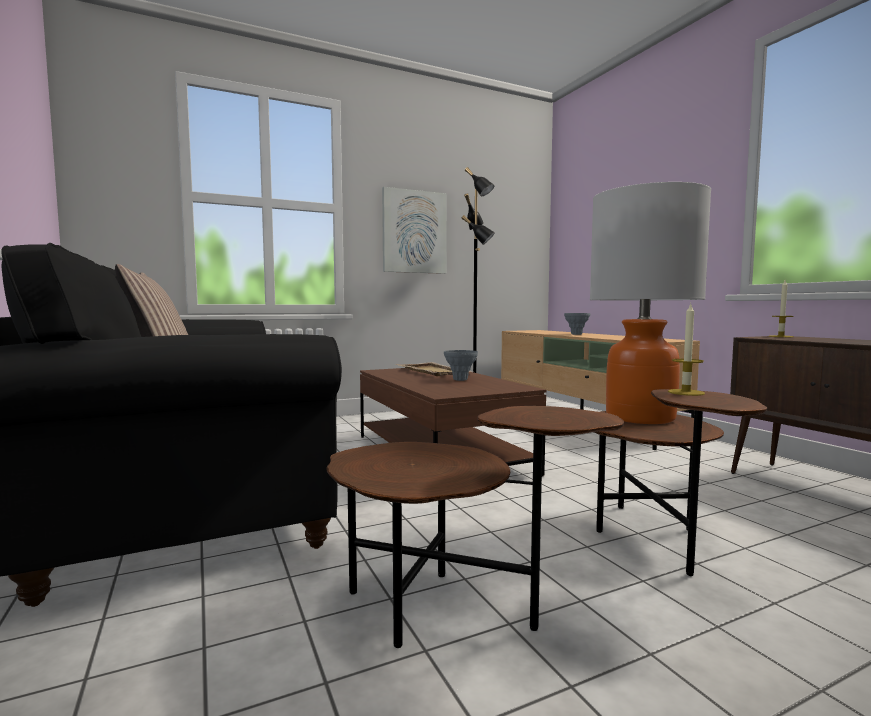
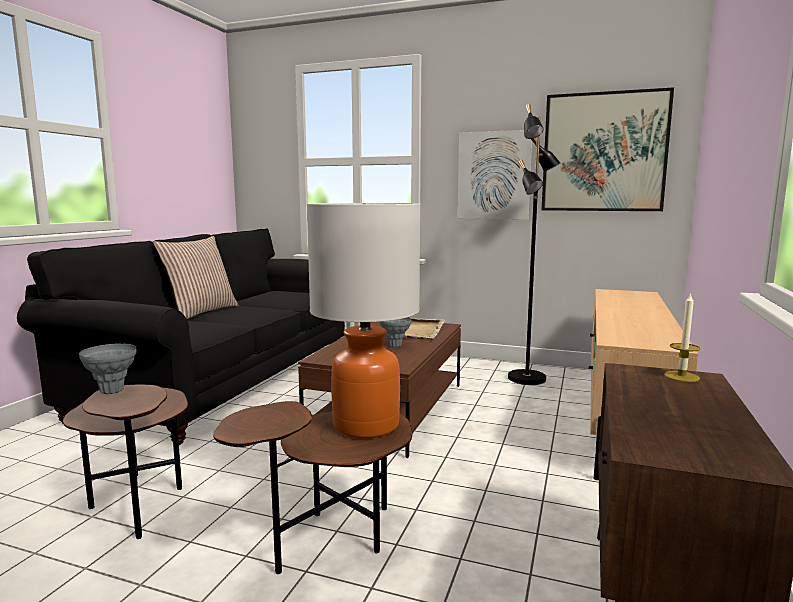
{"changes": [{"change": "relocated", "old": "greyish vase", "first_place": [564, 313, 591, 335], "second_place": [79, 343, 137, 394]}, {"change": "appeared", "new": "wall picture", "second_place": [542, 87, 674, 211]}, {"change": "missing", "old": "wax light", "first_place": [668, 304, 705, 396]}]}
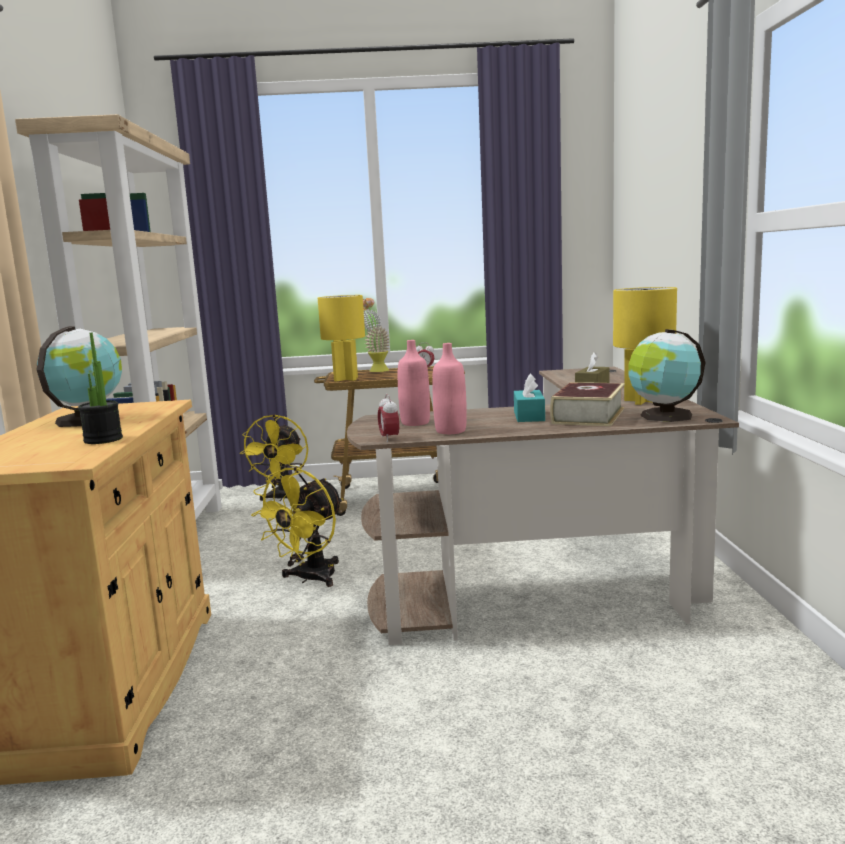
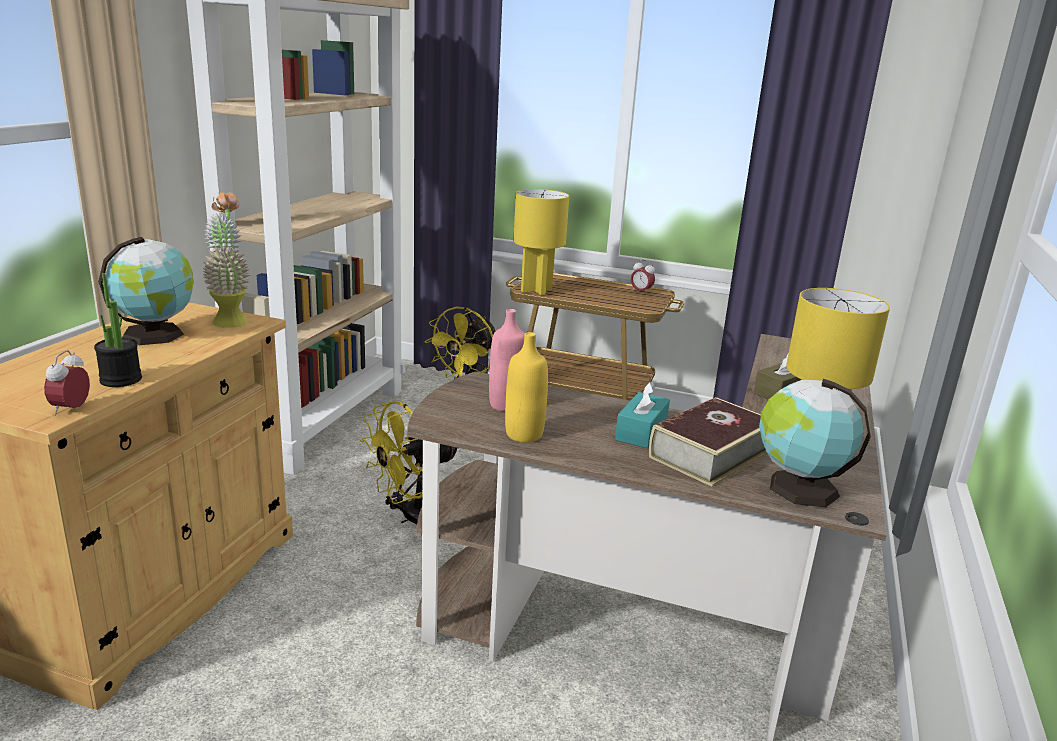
{"changes": [{"change": "relocated", "old": "table clock", "first_place": [378, 394, 399, 442], "second_place": [44, 350, 90, 416]}, {"change": "relocated", "old": "plant in a pot", "first_place": [363, 298, 389, 372], "second_place": [202, 192, 250, 328]}, {"change": "colour", "old": "pinkish beverage bottle", "new": "yellowish beverage bottle", "first_place": [432, 343, 467, 434], "second_place": [505, 332, 548, 443]}]}
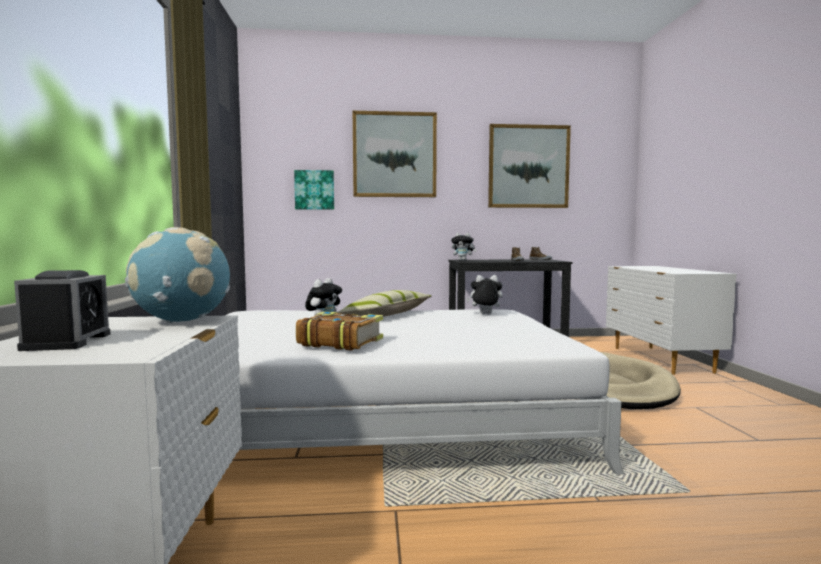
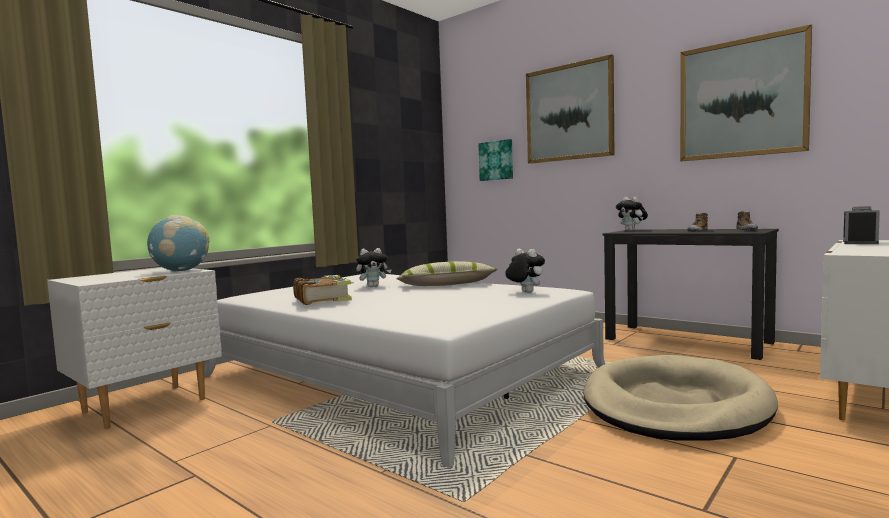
{"changes": [{"change": "relocated", "old": "table clock", "first_place": [14, 270, 110, 351], "second_place": [843, 206, 880, 244]}]}
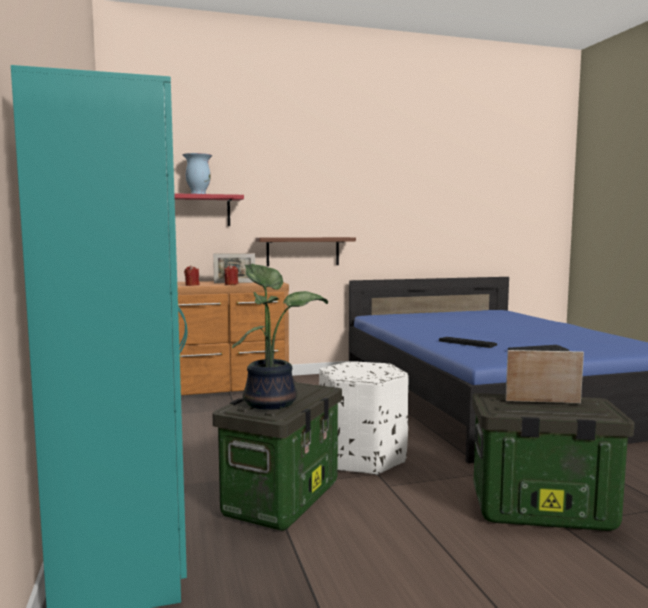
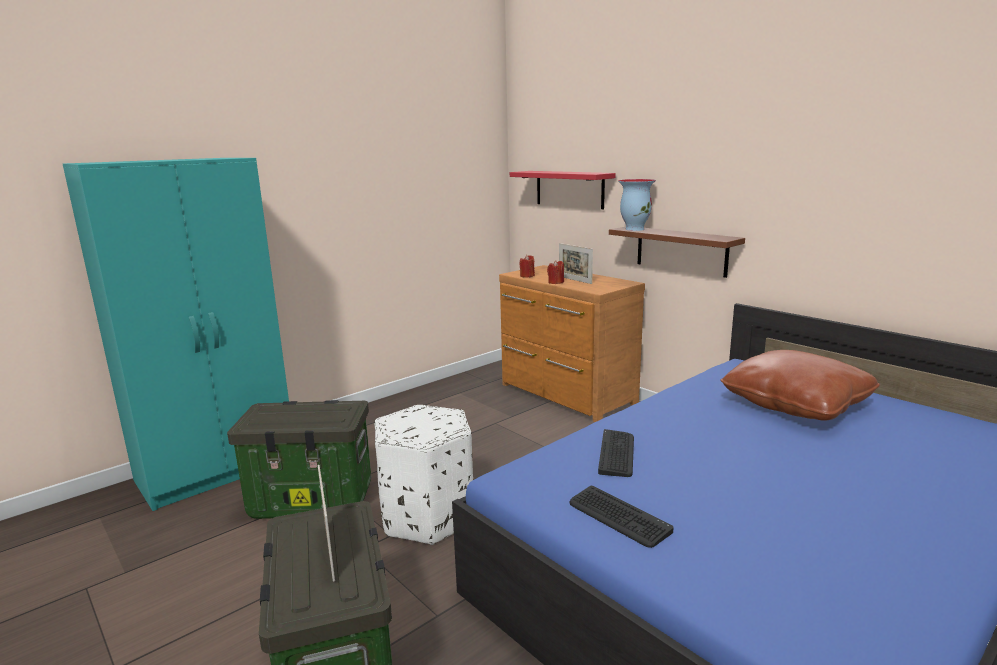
{"changes": [{"change": "relocated", "old": "vase", "first_place": [183, 153, 212, 194], "second_place": [618, 179, 656, 231]}, {"change": "appeared", "new": "brown pillow", "second_place": [720, 350, 880, 421]}, {"change": "missing", "old": "plant in a pot", "first_place": [232, 264, 328, 410]}]}
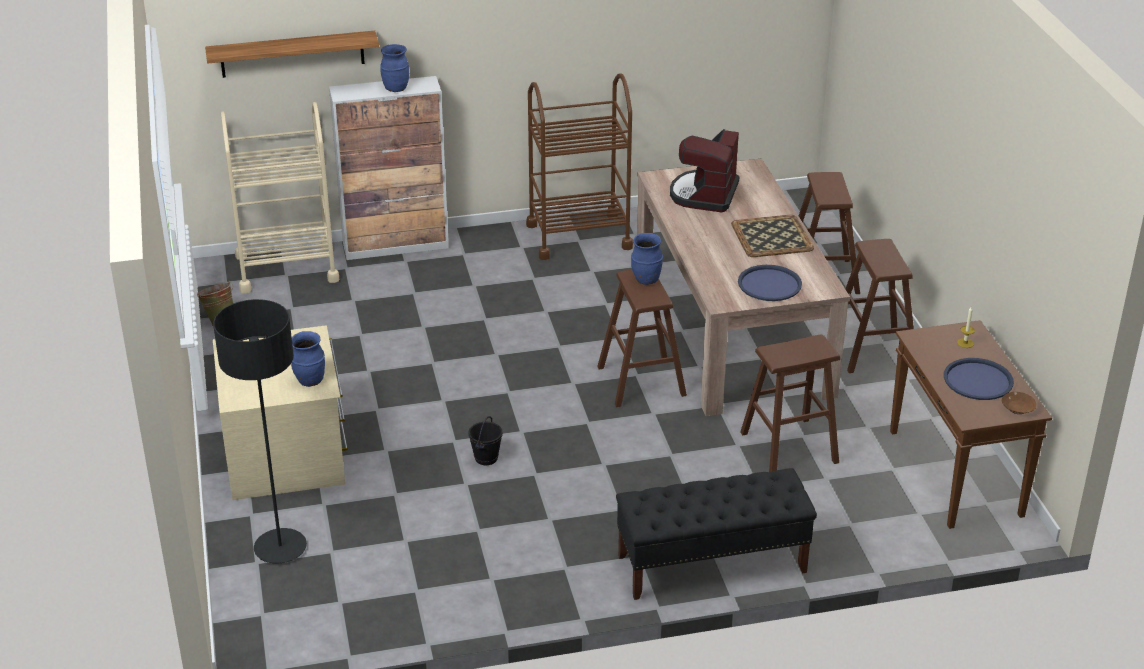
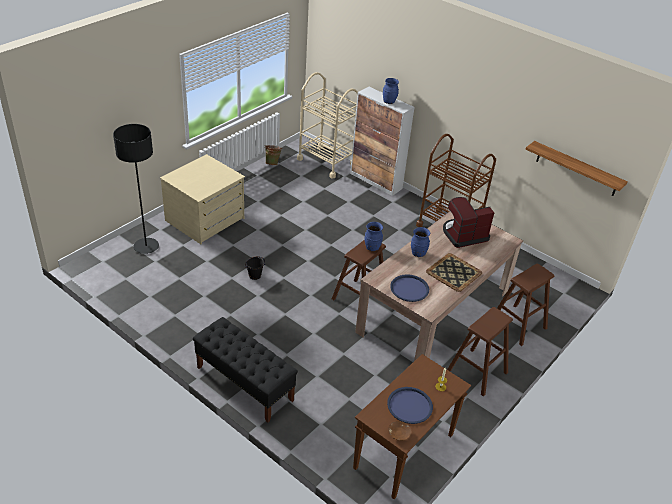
{"changes": [{"change": "relocated", "old": "blue vase", "first_place": [291, 331, 325, 387], "second_place": [411, 227, 430, 257]}, {"change": "relocated", "old": "wall shelf", "first_place": [205, 31, 379, 78], "second_place": [525, 141, 628, 196]}, {"change": "missing", "old": "brown sitting stool", "first_place": [740, 335, 840, 472]}]}
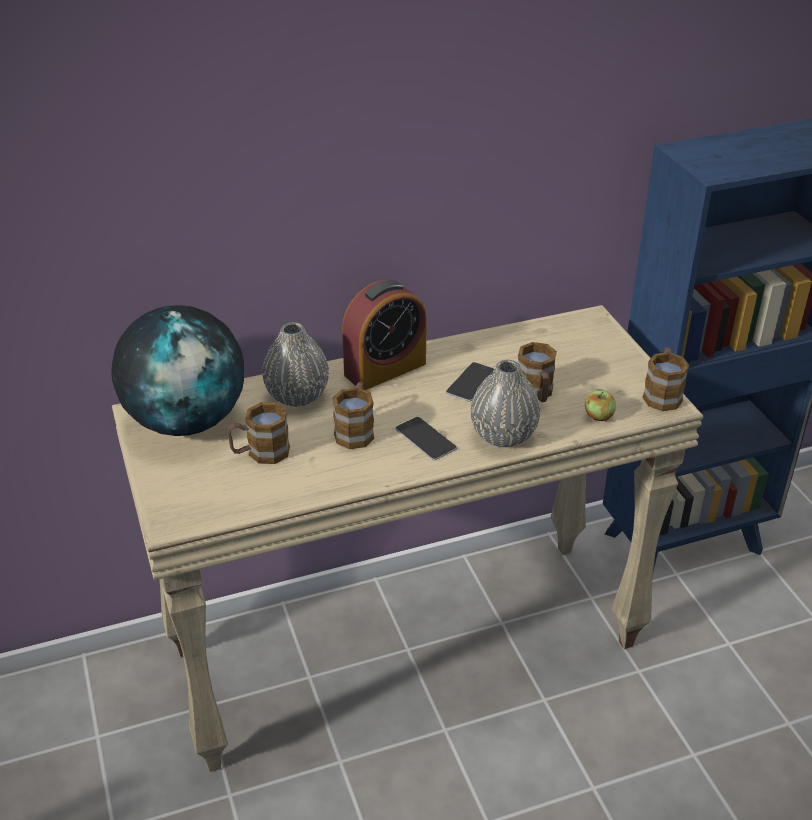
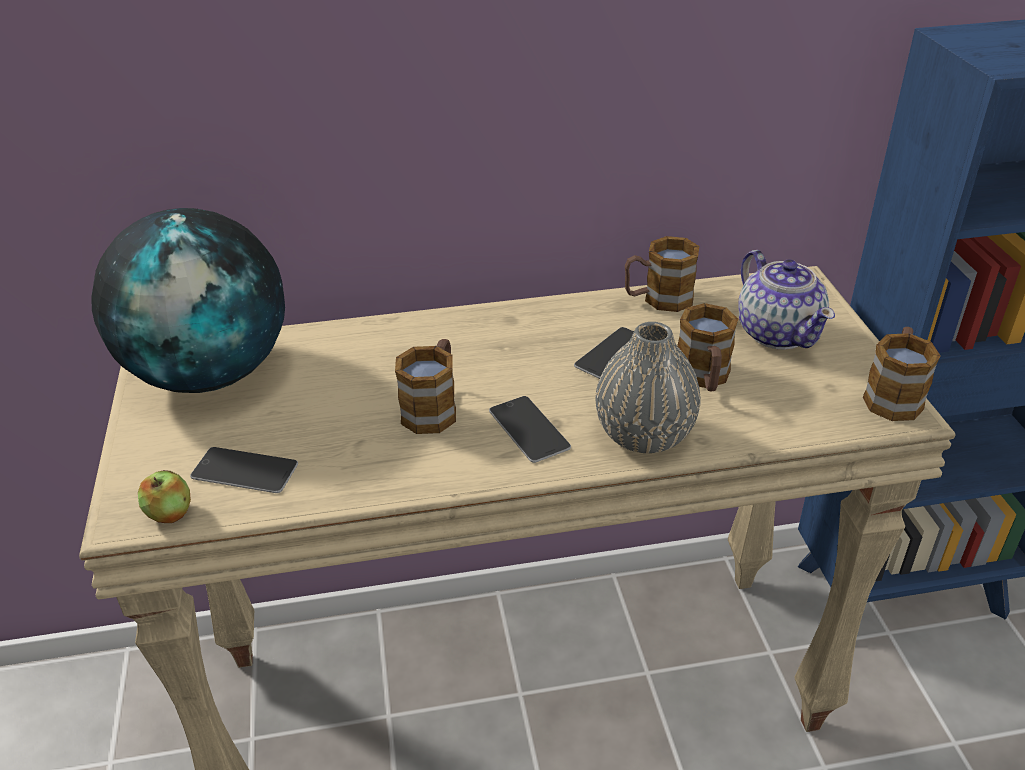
{"changes": [{"change": "relocated", "old": "apple", "first_place": [585, 389, 616, 421], "second_place": [138, 470, 191, 523]}, {"change": "appeared", "new": "phone", "second_place": [190, 447, 298, 493]}, {"change": "relocated", "old": "mug", "first_place": [227, 402, 290, 464], "second_place": [625, 236, 699, 312]}, {"change": "appeared", "new": "teapot", "second_place": [738, 250, 835, 350]}, {"change": "missing", "old": "greyish vase", "first_place": [262, 322, 329, 407]}, {"change": "missing", "old": "table clock", "first_place": [342, 280, 427, 390]}]}
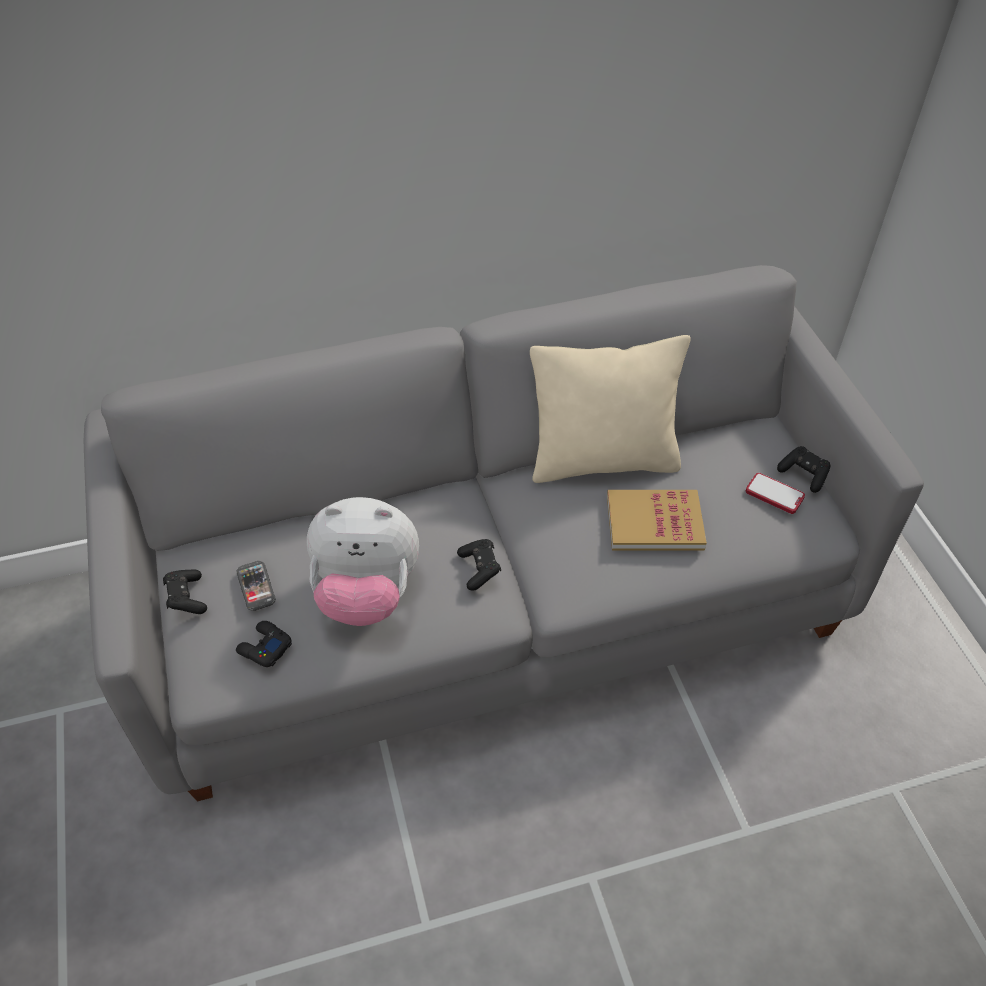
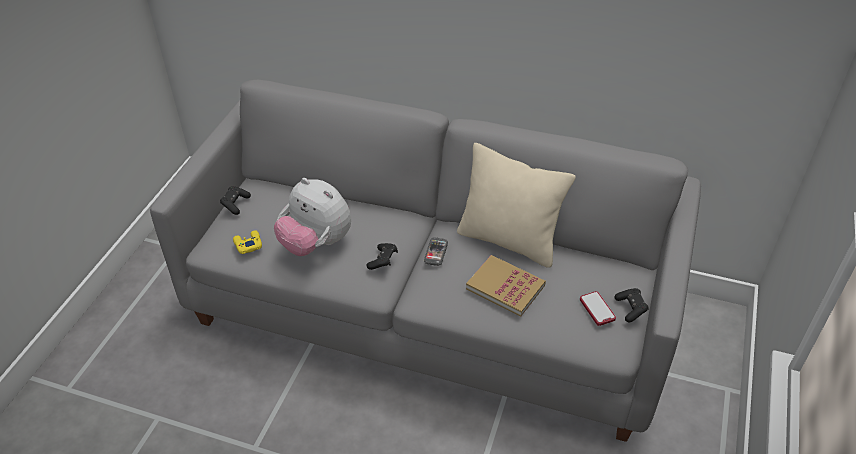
{"changes": [{"change": "colour", "old": "blackish gamepad", "new": "yellowish gamepad", "first_place": [236, 621, 292, 667], "second_place": [233, 230, 262, 254]}, {"change": "relocated", "old": "phone", "first_place": [236, 561, 276, 611], "second_place": [424, 237, 448, 266]}]}
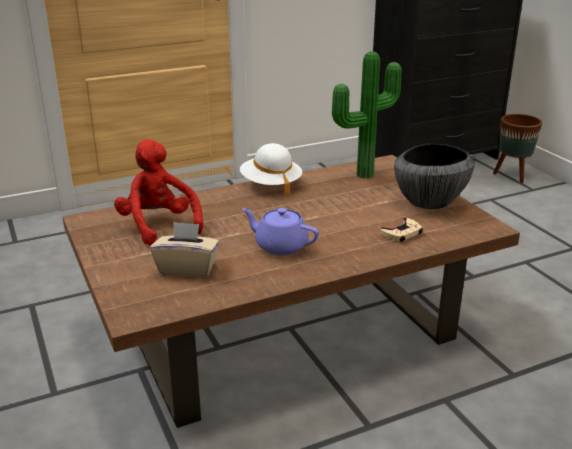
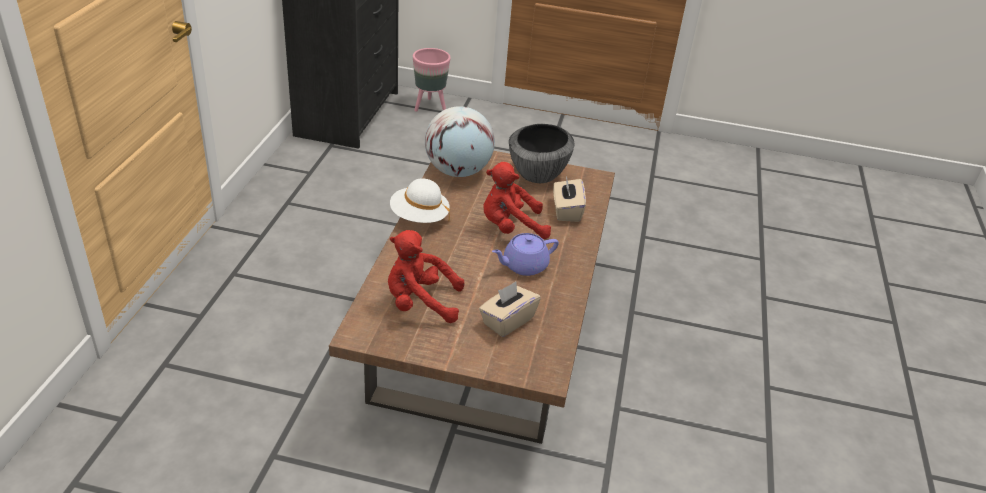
{"changes": [{"change": "colour", "old": "brown planter", "new": "pinkish planter", "first_place": [493, 114, 542, 183], "second_place": [413, 48, 451, 112]}, {"change": "exchanged", "old": "plant in a pot", "new": "world globe", "first_place": [332, 51, 402, 179], "second_place": [425, 106, 495, 177]}, {"change": "appeared", "new": "red-coloured soft toy", "second_place": [483, 162, 551, 239]}, {"change": "exchanged", "old": "sand-coloured gamepad", "new": "sand-coloured tissue holder", "first_place": [380, 218, 423, 242], "second_place": [553, 175, 586, 222]}]}
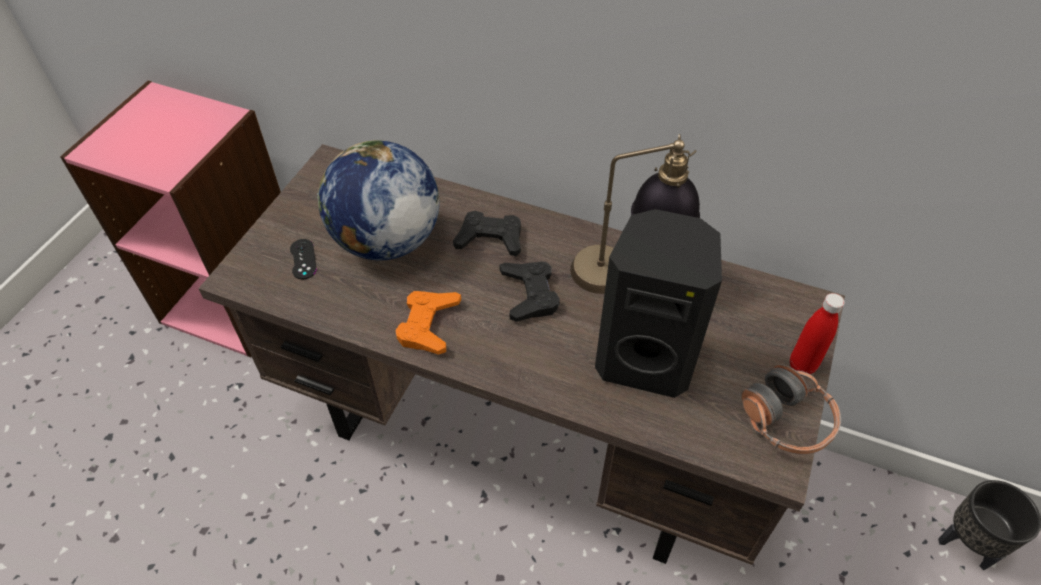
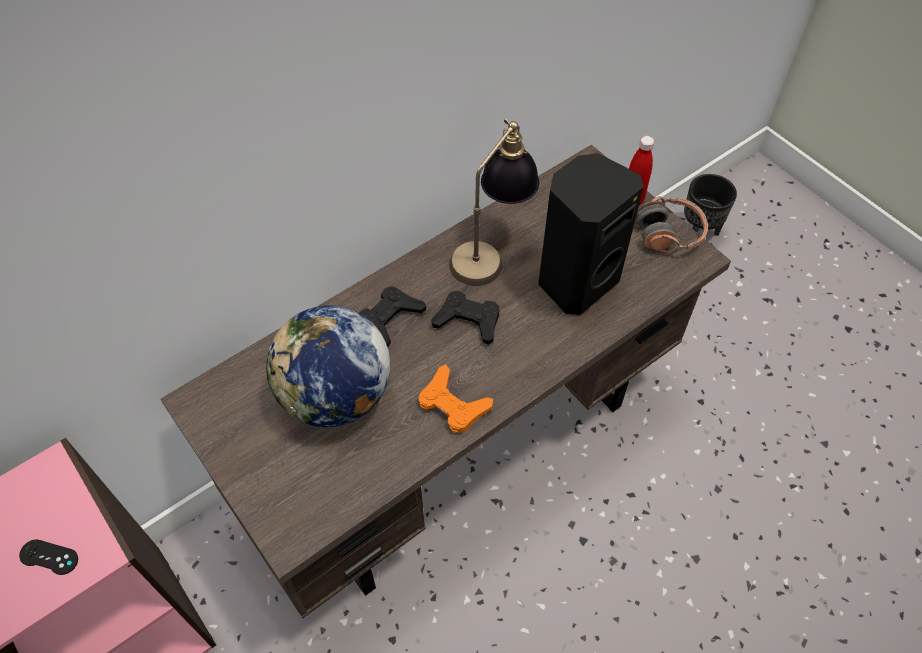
{"changes": [{"change": "relocated", "old": "blackish gamepad", "first_place": [290, 239, 317, 280], "second_place": [19, 539, 78, 575]}]}
